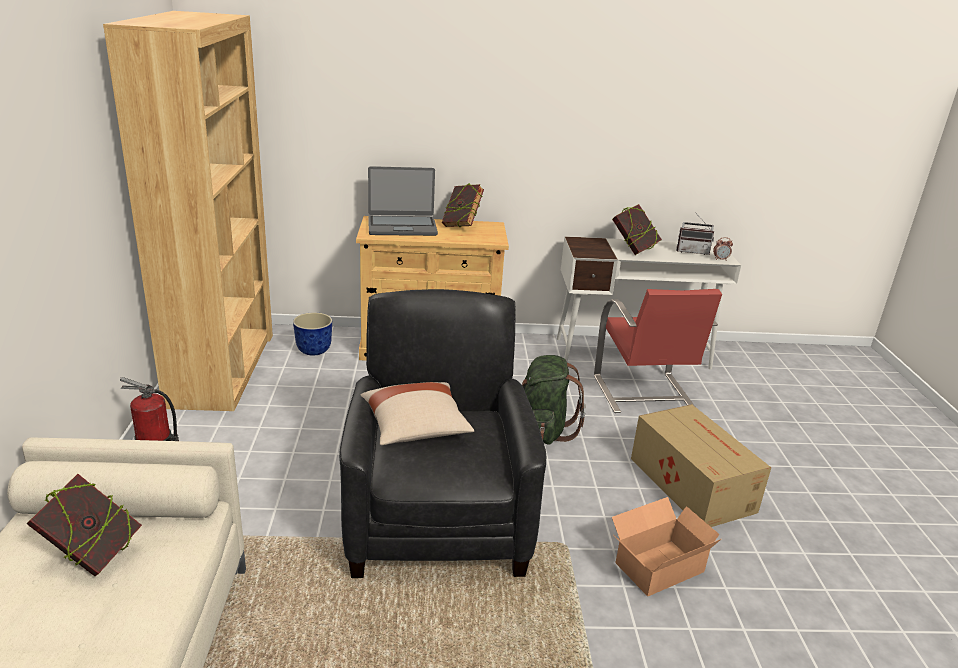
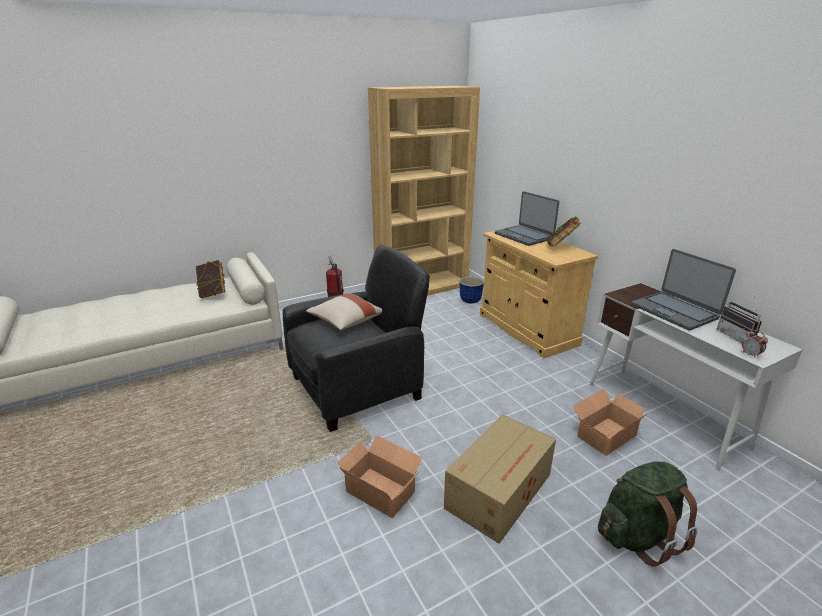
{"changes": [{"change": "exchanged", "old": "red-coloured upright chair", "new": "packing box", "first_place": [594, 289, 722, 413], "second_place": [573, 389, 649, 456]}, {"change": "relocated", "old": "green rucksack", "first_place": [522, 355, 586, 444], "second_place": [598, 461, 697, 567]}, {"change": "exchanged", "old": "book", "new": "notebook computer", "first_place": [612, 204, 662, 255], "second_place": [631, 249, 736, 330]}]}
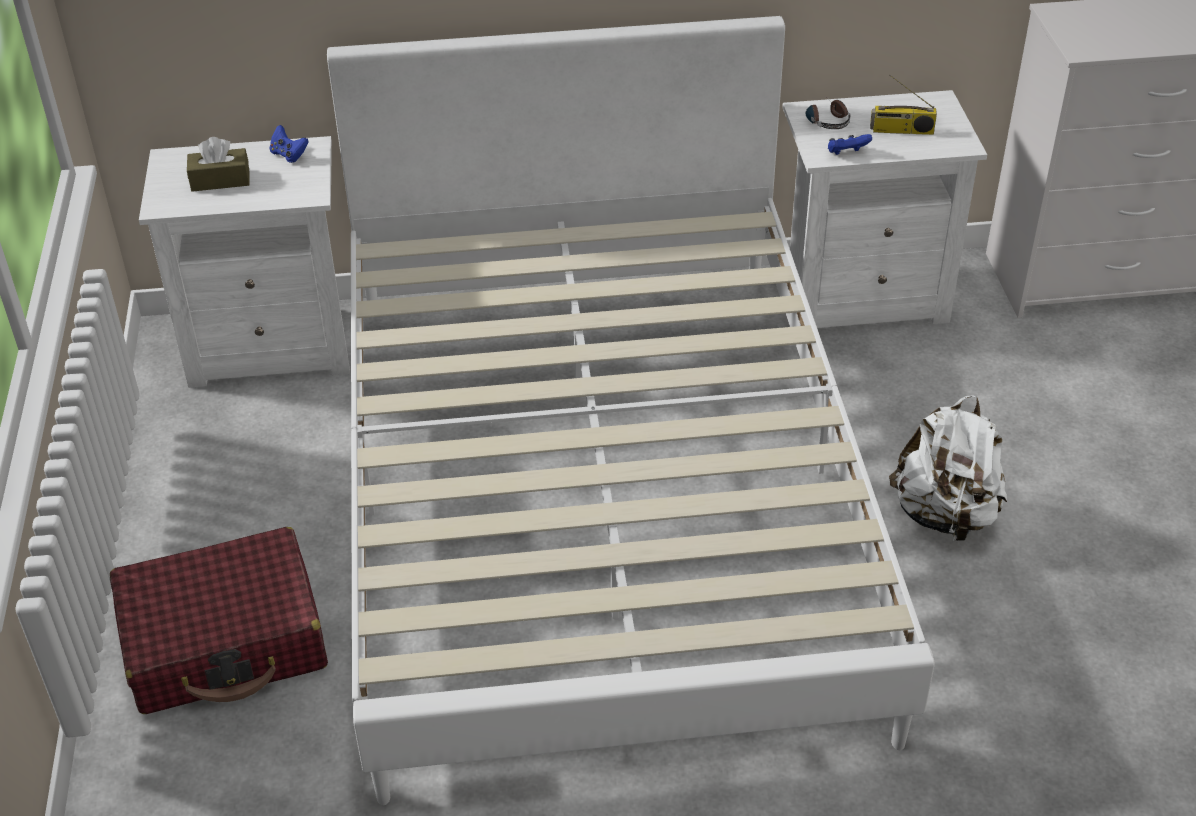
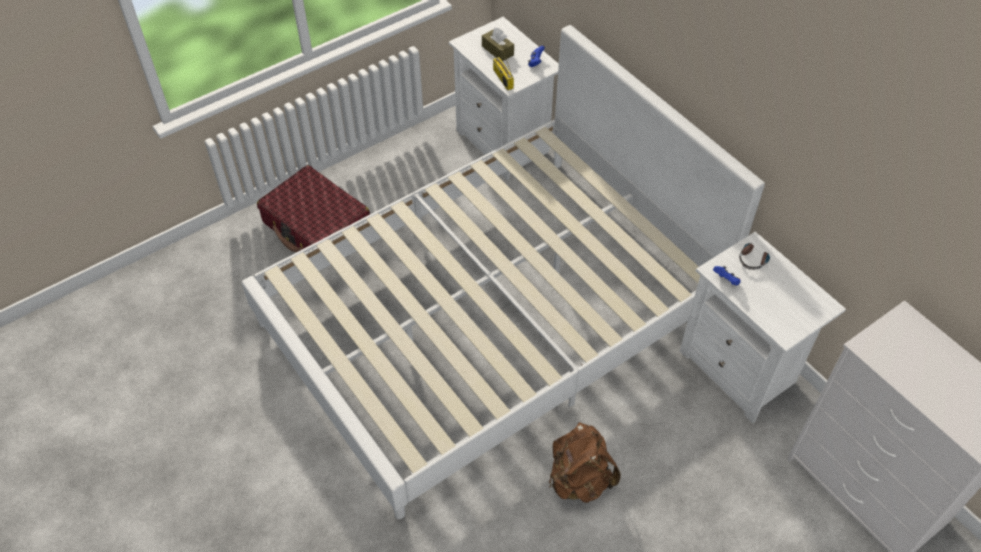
{"changes": [{"change": "relocated", "old": "radio receiver", "first_place": [870, 74, 937, 135], "second_place": [493, 45, 514, 90]}, {"change": "colour", "old": "white-coloured rucksack", "new": "brown rucksack", "first_place": [889, 395, 1008, 541], "second_place": [549, 422, 621, 503]}]}
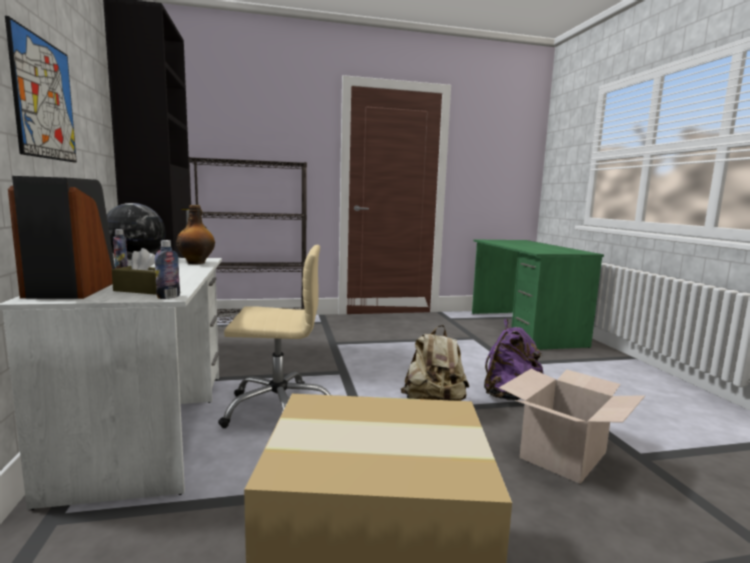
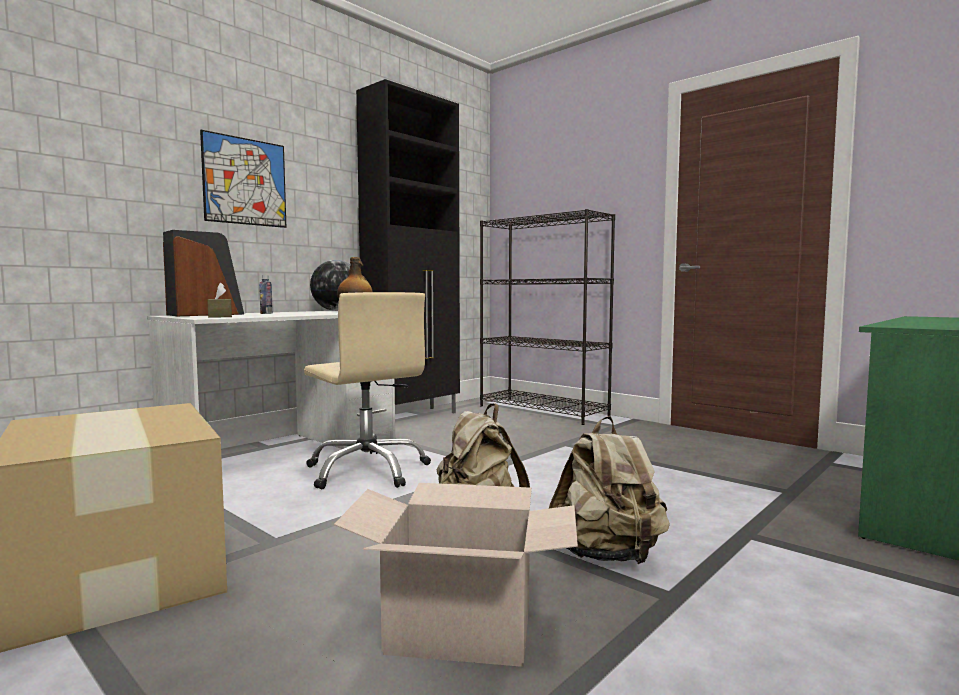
{"changes": [{"change": "colour", "old": "purple rucksack", "new": "sand-coloured rucksack", "first_place": [484, 319, 543, 400], "second_place": [549, 416, 670, 564]}, {"change": "missing", "old": "beverage bottle", "first_place": [155, 240, 180, 299]}]}
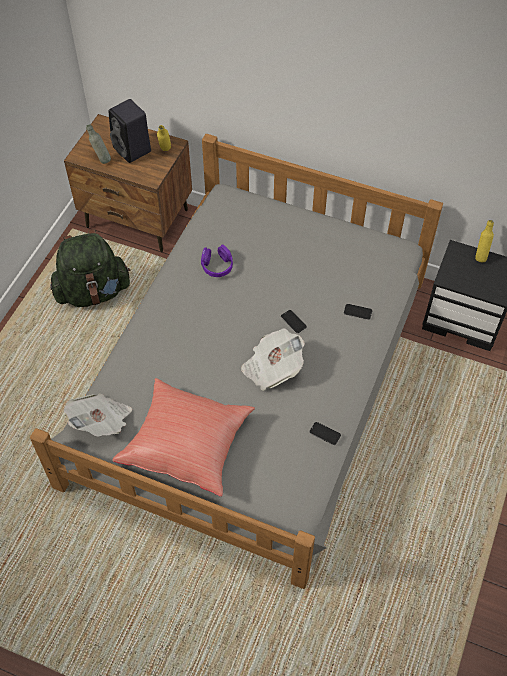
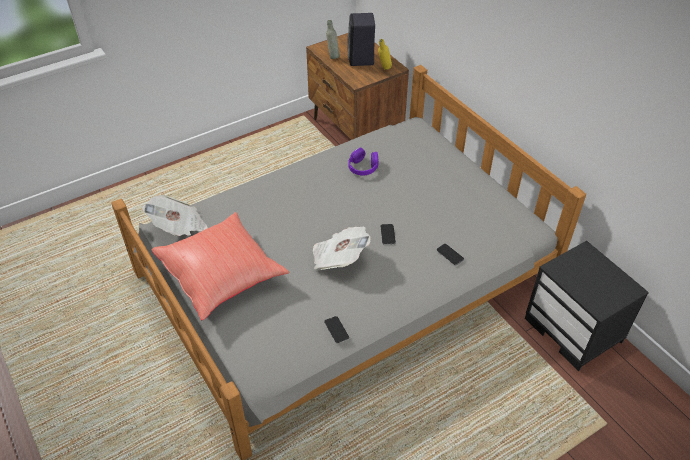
{"changes": [{"change": "missing", "old": "green rucksack", "first_place": [50, 229, 131, 307]}, {"change": "missing", "old": "yellowish beverage bottle", "first_place": [475, 220, 494, 262]}]}
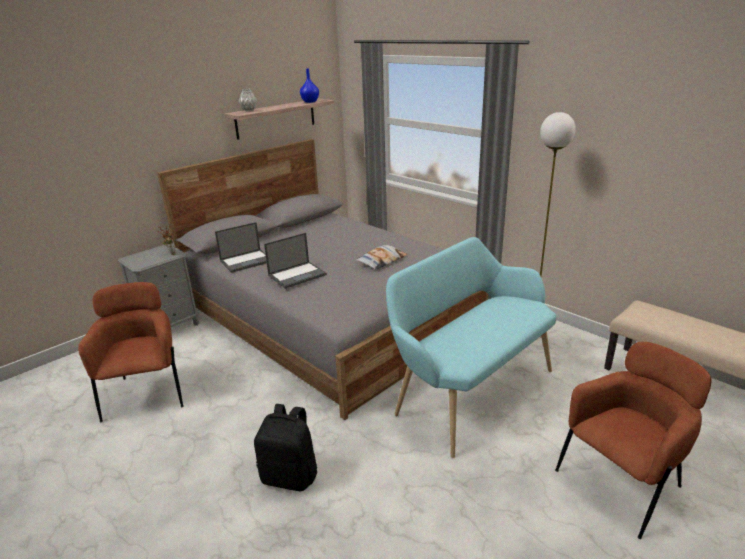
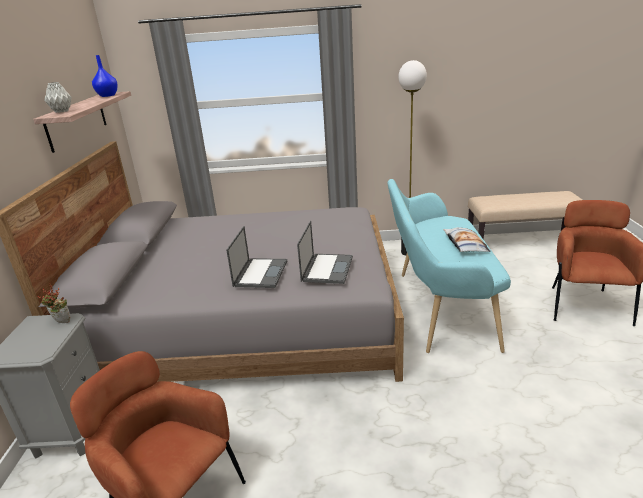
{"changes": [{"change": "relocated", "old": "notebook computer", "first_place": [215, 222, 267, 273], "second_place": [297, 221, 353, 284]}, {"change": "relocated", "old": "pillow", "first_place": [356, 245, 408, 270], "second_place": [443, 227, 491, 252]}, {"change": "missing", "old": "blackish rucksack", "first_place": [254, 404, 317, 491]}]}
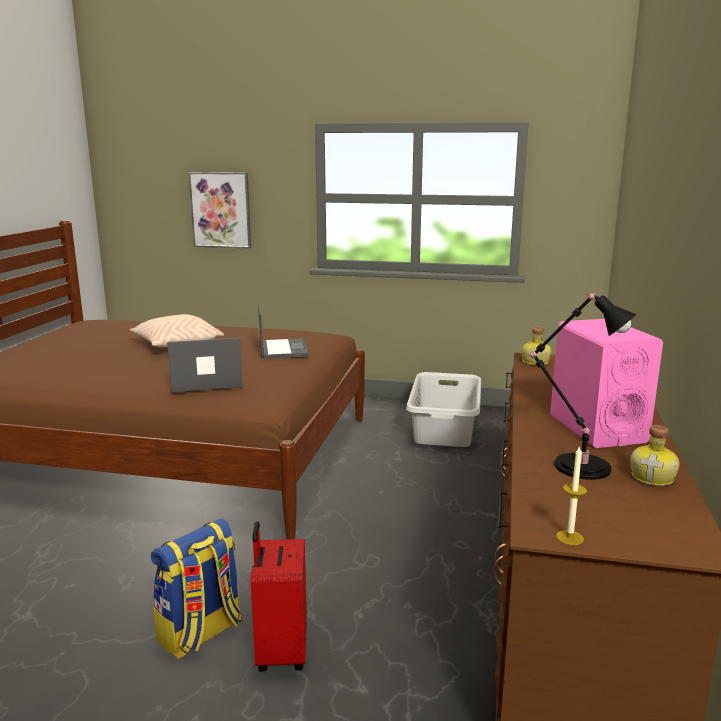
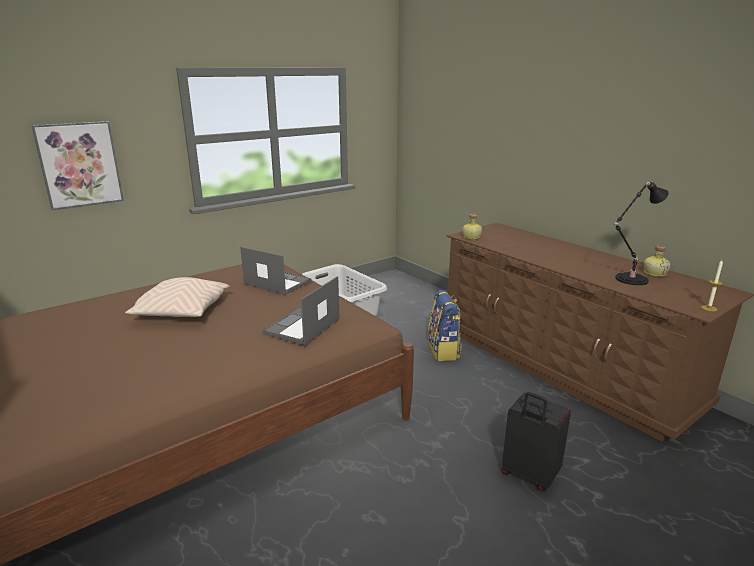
{"changes": [{"change": "relocated", "old": "rucksack", "first_place": [151, 519, 242, 659], "second_place": [428, 290, 462, 361]}, {"change": "colour", "old": "red-coloured piece of luggage", "new": "blackish piece of luggage", "first_place": [251, 521, 307, 671], "second_place": [501, 392, 571, 491]}, {"change": "missing", "old": "pinkish speaker", "first_place": [550, 319, 663, 448]}]}
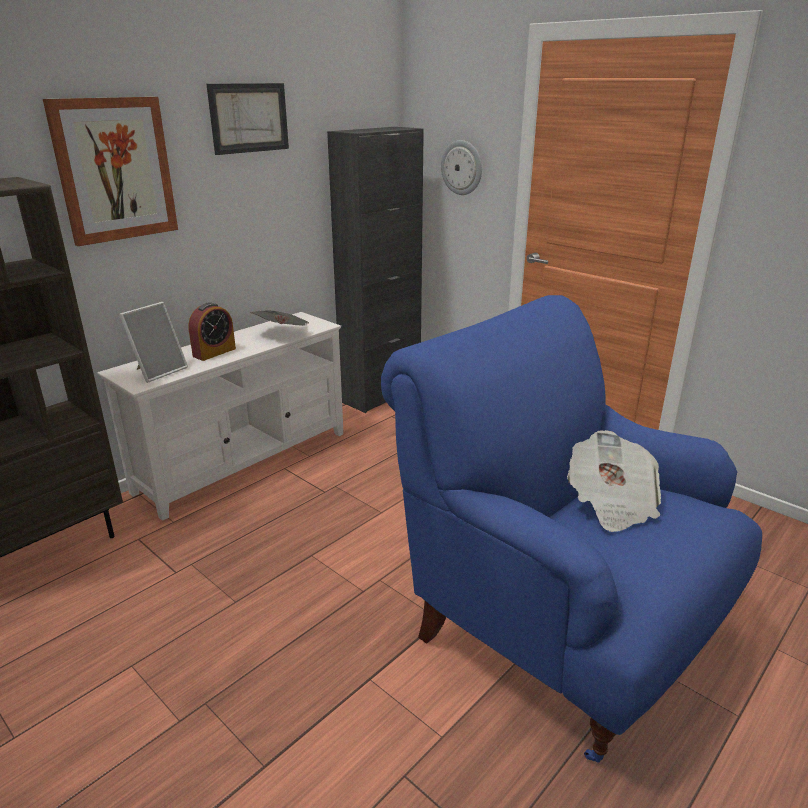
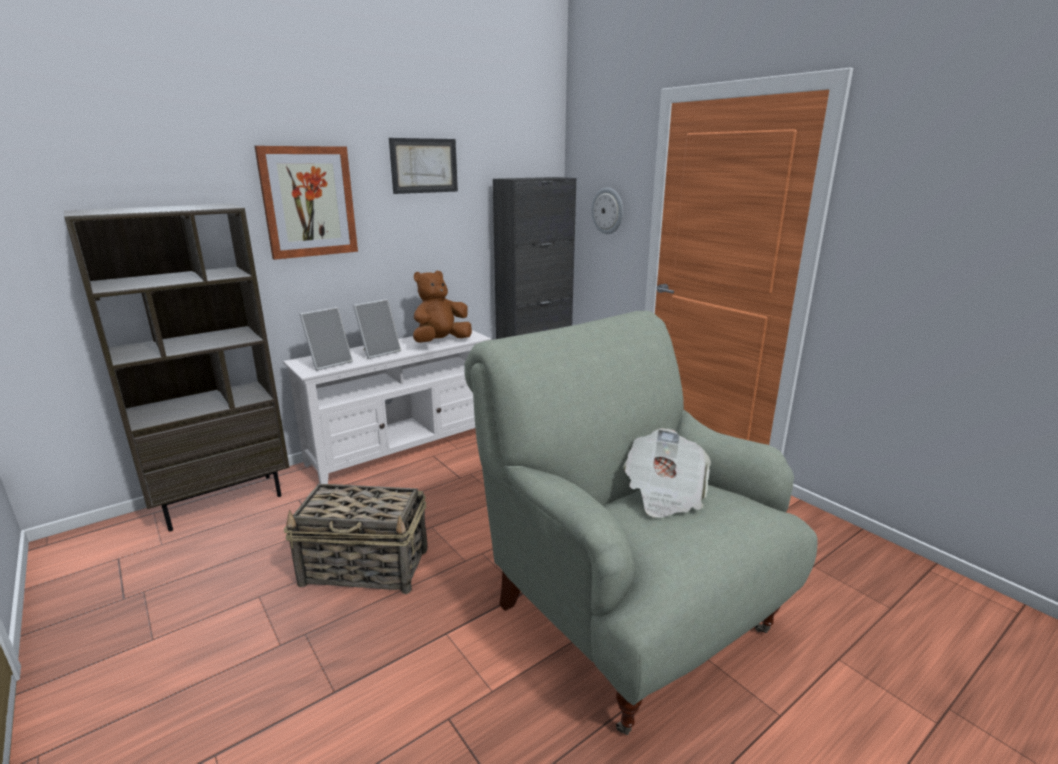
{"changes": [{"change": "appeared", "new": "basket", "second_place": [284, 484, 427, 594]}, {"change": "exchanged", "old": "table clock", "new": "standing frame", "first_place": [188, 303, 236, 361], "second_place": [353, 299, 401, 359]}, {"change": "exchanged", "old": "printed paper", "new": "brown soft toy", "first_place": [249, 310, 309, 326], "second_place": [413, 270, 472, 343]}, {"change": "colour", "old": "blue armchair", "new": "greyish armchair", "first_place": [381, 295, 762, 762], "second_place": [464, 311, 818, 735]}]}
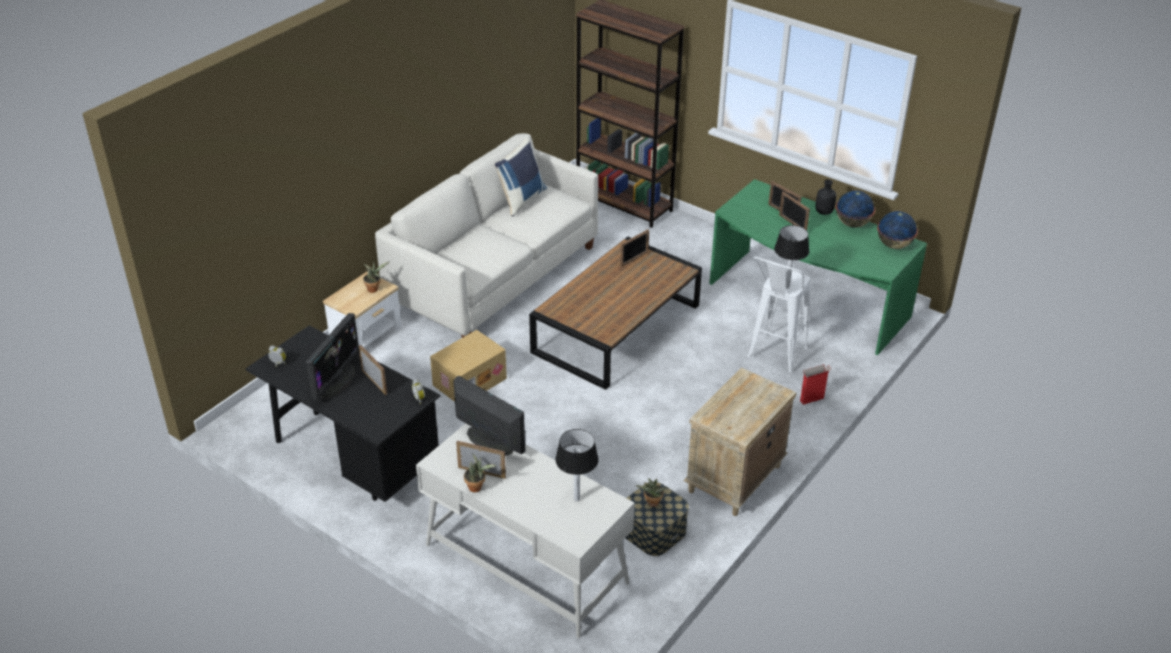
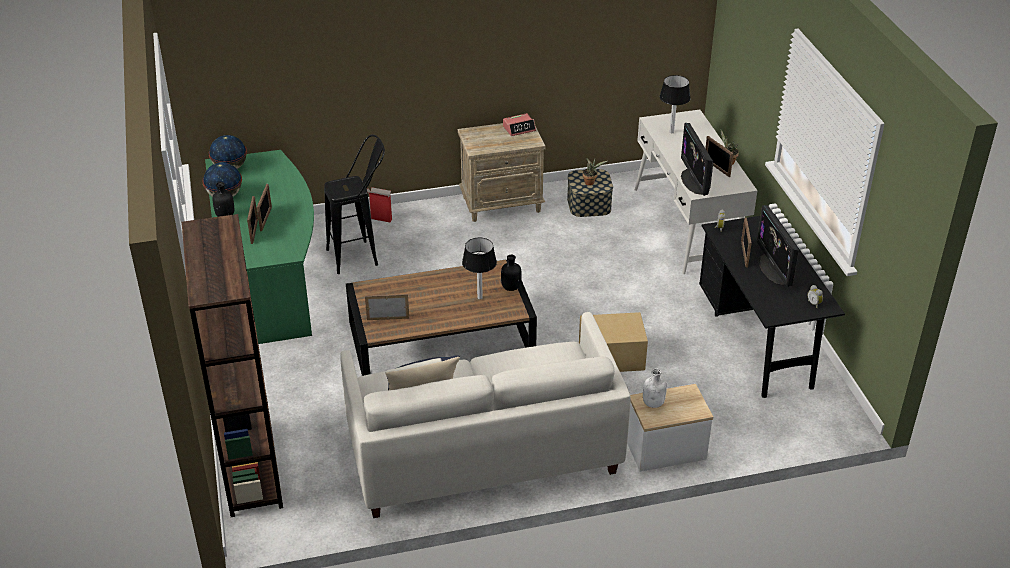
{"changes": [{"change": "colour", "old": "white-coloured sitting stool", "new": "blackish sitting stool", "first_place": [748, 257, 810, 372], "second_place": [324, 135, 385, 274]}, {"change": "relocated", "old": "lamp for a table", "first_place": [774, 225, 809, 289], "second_place": [462, 238, 497, 299]}, {"change": "appeared", "new": "blackish beverage bottle", "second_place": [501, 255, 522, 291]}, {"change": "appeared", "new": "table clock", "second_place": [503, 113, 536, 136]}, {"change": "exchanged", "old": "plant in a pot", "new": "white-coloured beverage bottle", "first_place": [363, 262, 389, 293], "second_place": [643, 368, 667, 408]}, {"change": "spun", "old": "computer screen", "first_place": [306, 313, 359, 401], "second_place": [757, 205, 799, 287], "degrees": -75}]}
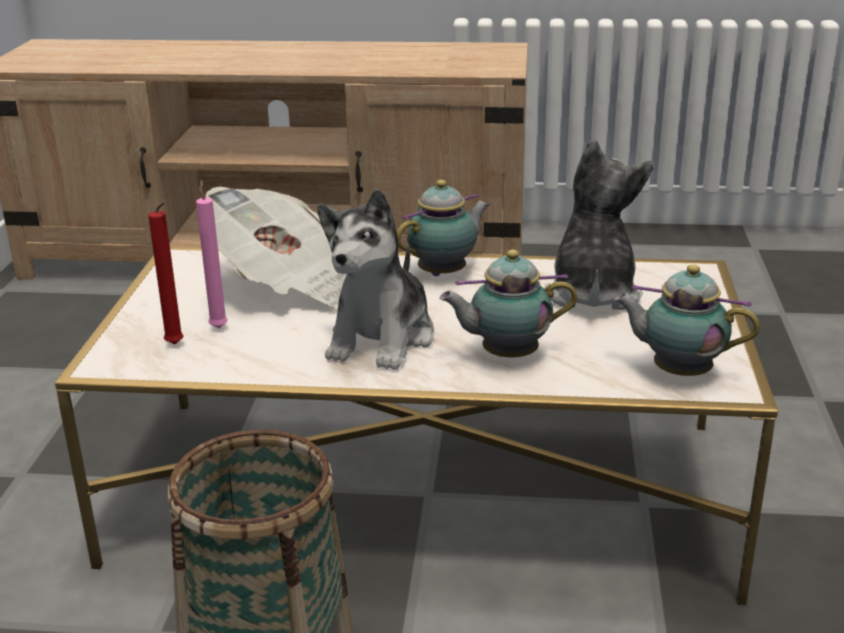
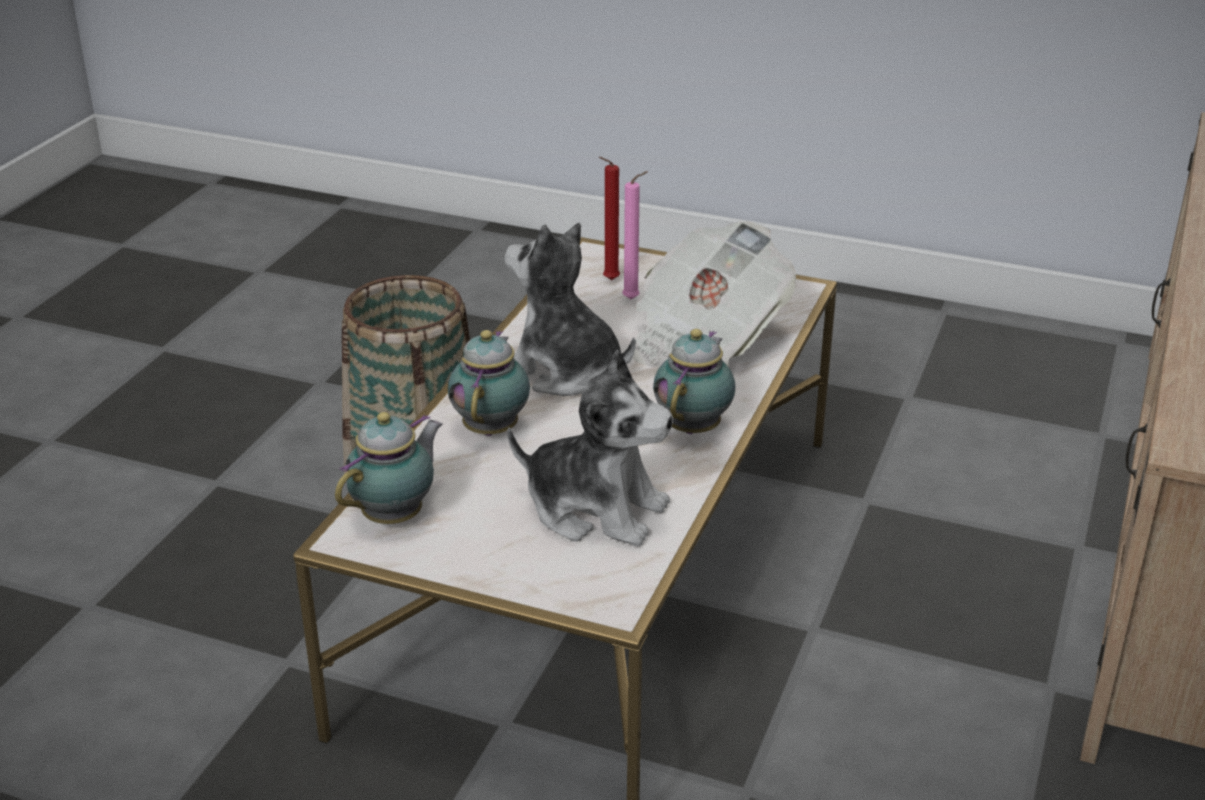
{"changes": [{"change": "spun", "old": "teapot", "first_place": [397, 180, 490, 276], "second_place": [653, 329, 735, 434], "degrees": -135}]}
